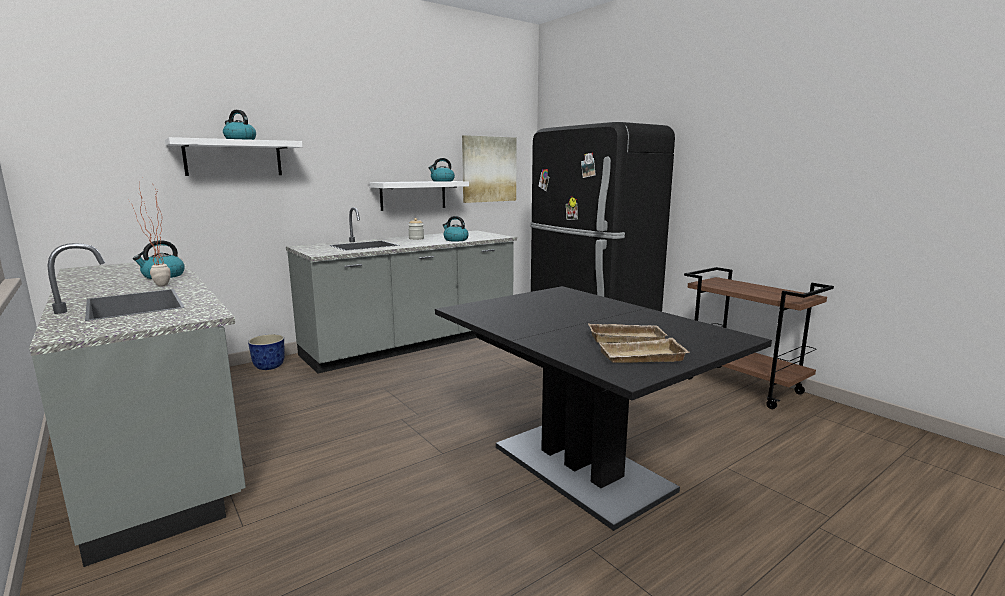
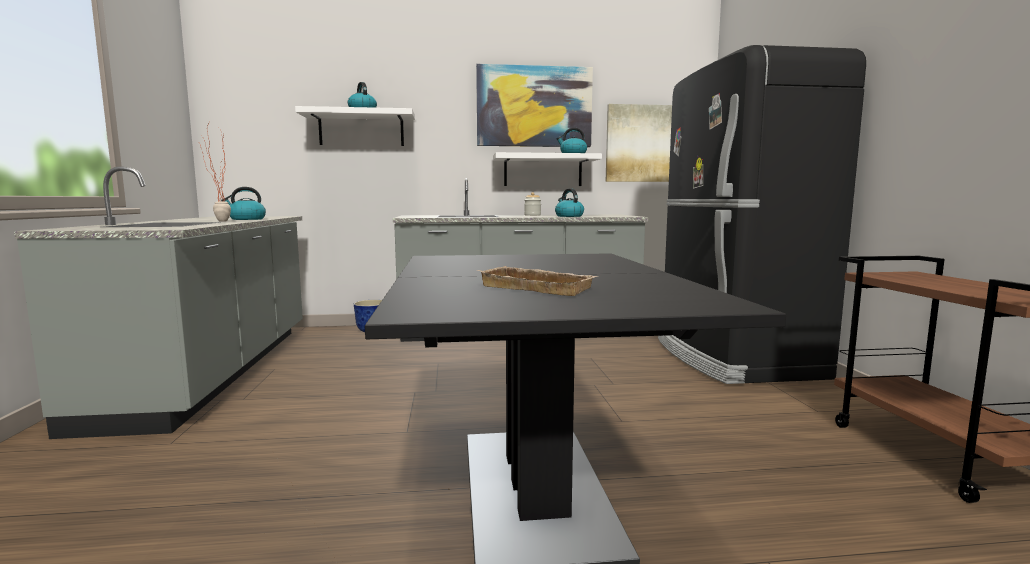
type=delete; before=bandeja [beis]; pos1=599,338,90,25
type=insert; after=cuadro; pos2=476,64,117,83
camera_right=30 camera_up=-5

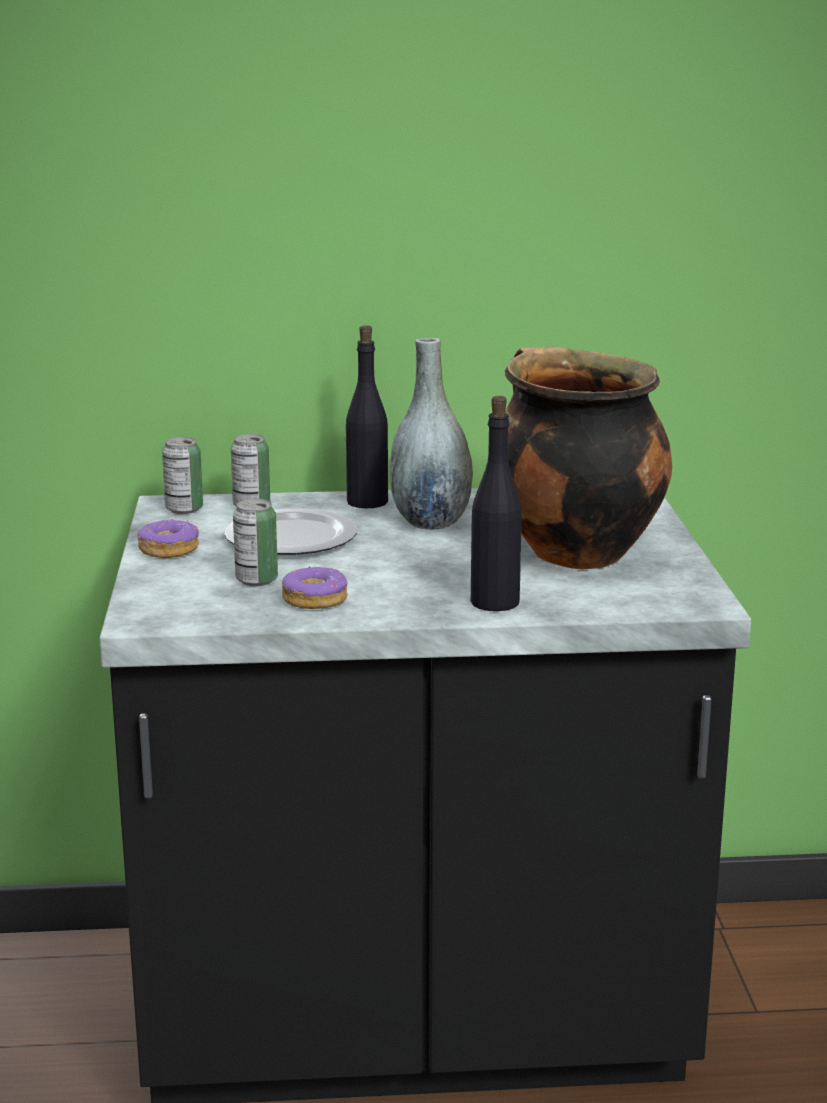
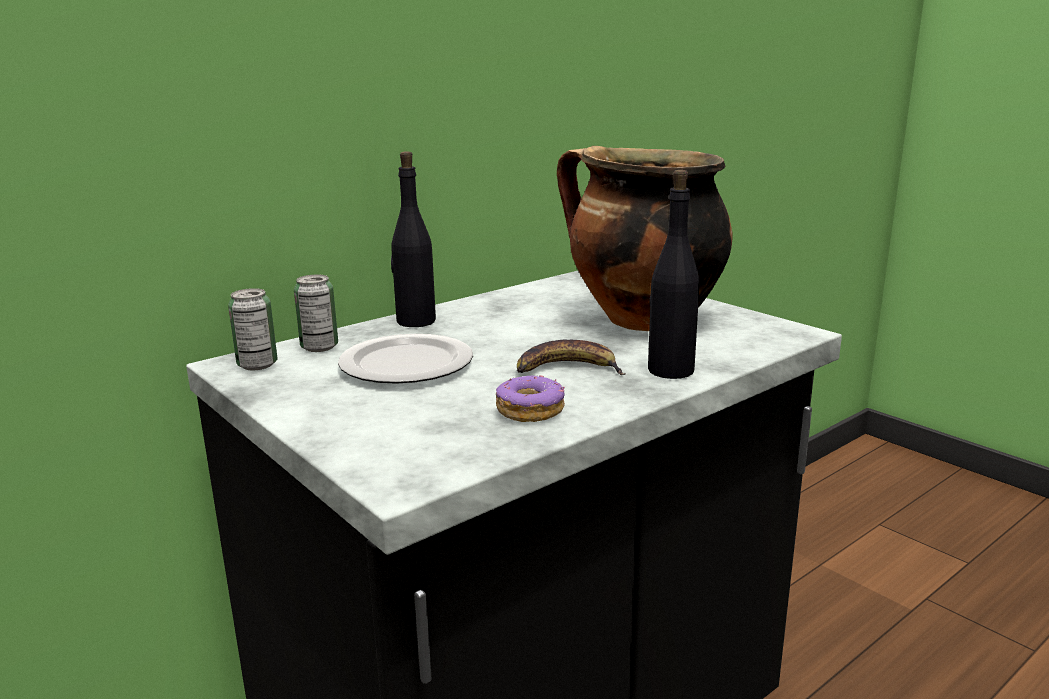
type=delete; before=rosquilla; pos1=137,519,62,39
type=delete; before=lata; pos1=233,499,45,87
type=delete; before=florero [gris]; pos1=390,338,83,192
type=insert; after=plátano; pos2=517,340,109,35
camera_right=-35 camera_up=0

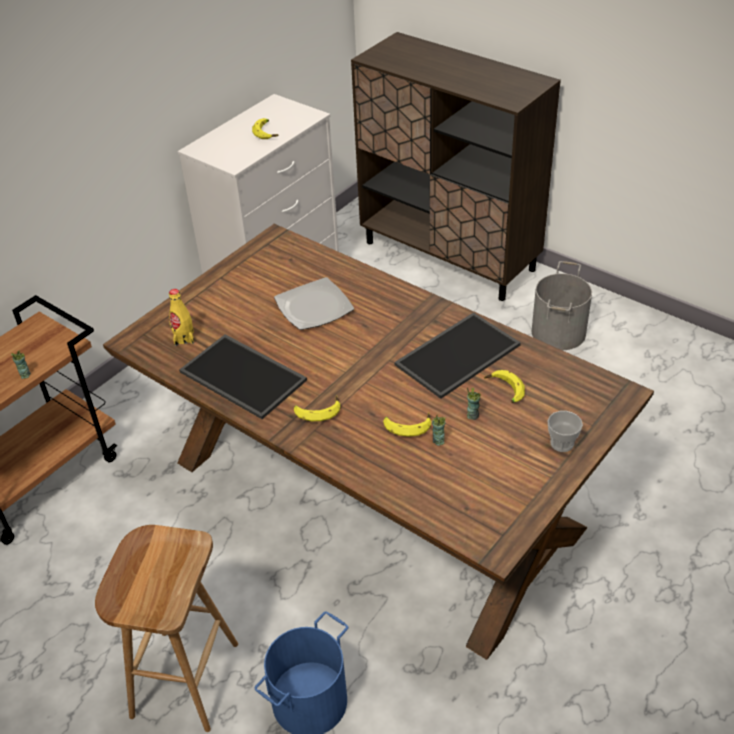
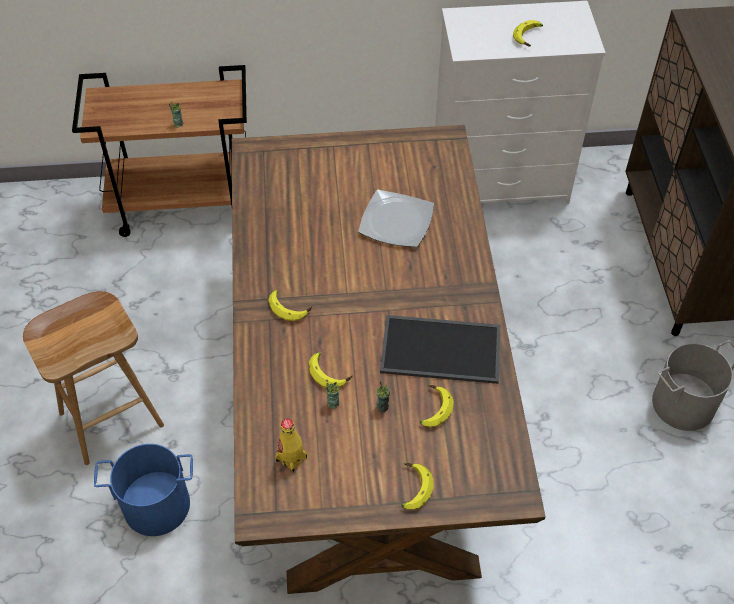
type=delete; before=bandeja; pos1=179,334,128,85
type=move; before=botella [amarillo]; pos1=169,289,25,57; pos2=275,419,32,54
type=replace; before=taza; after=plátano; pos1=548,411,35,41; pos2=401,463,32,47
camera_right=45 camera_up=10

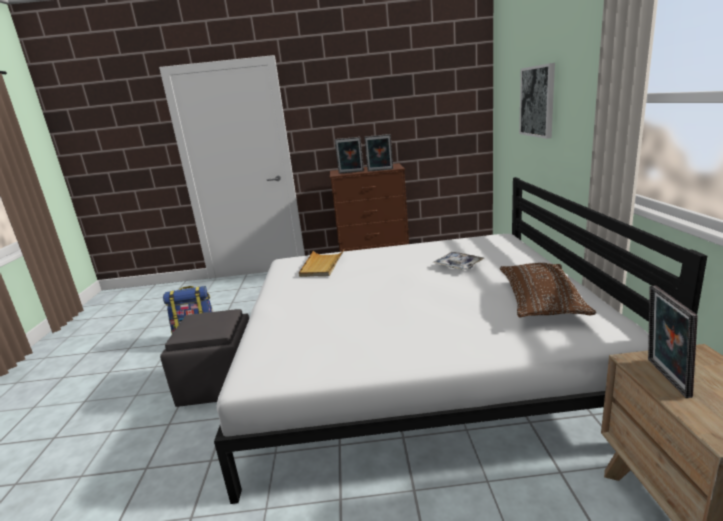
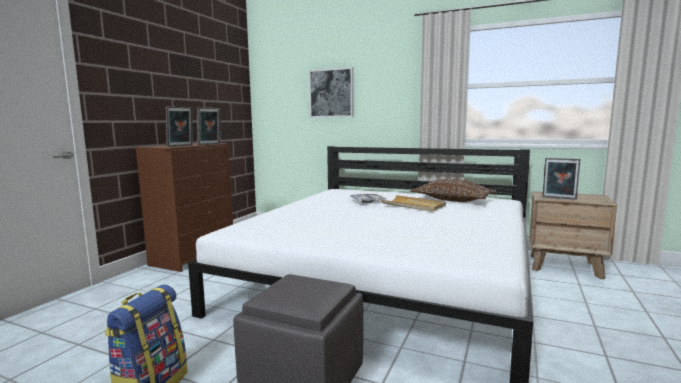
type=move; before=bandeja [beis]; pos1=299,250,45,27; pos2=381,195,65,17
camera_right=-65 camera_up=-10

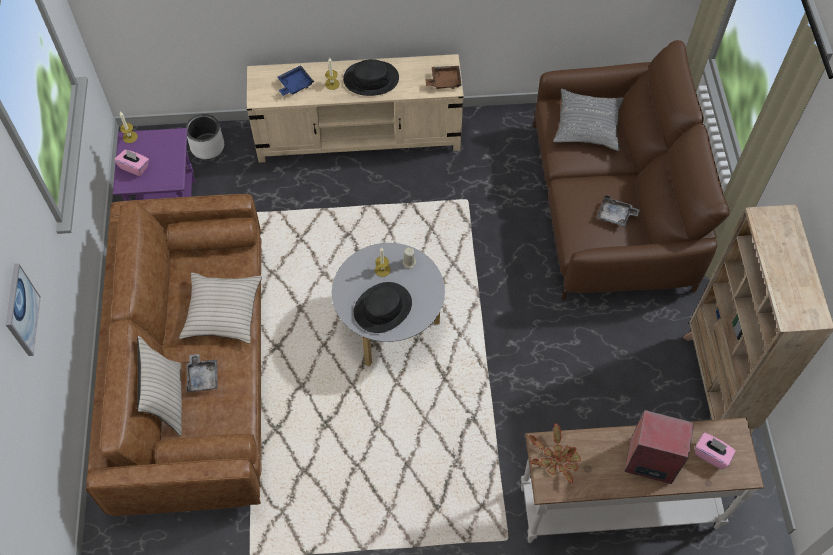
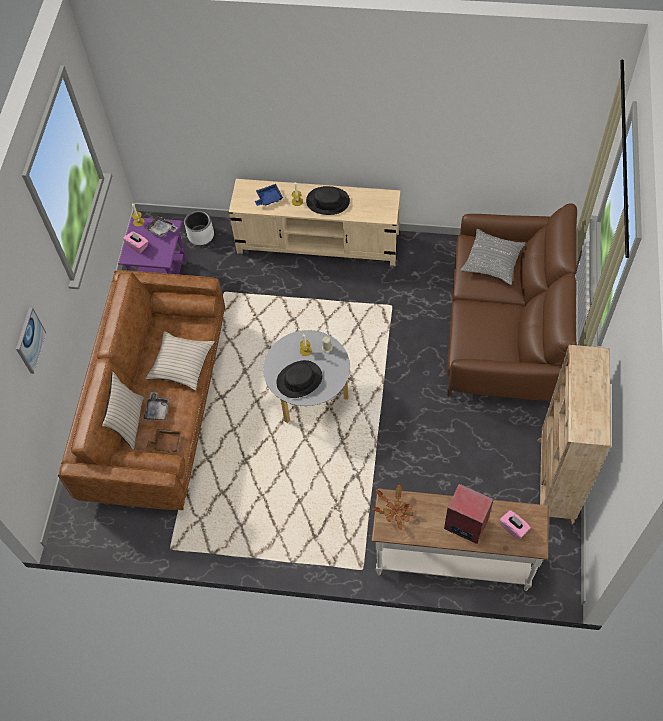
type=move; before=bandeja [marrón]; pos1=425,66,37,23; pos2=147,429,34,24
type=move; before=bandeja [gris]; pos1=597,195,43,31; pos2=145,214,33,24
camera_right=15 camera_up=0

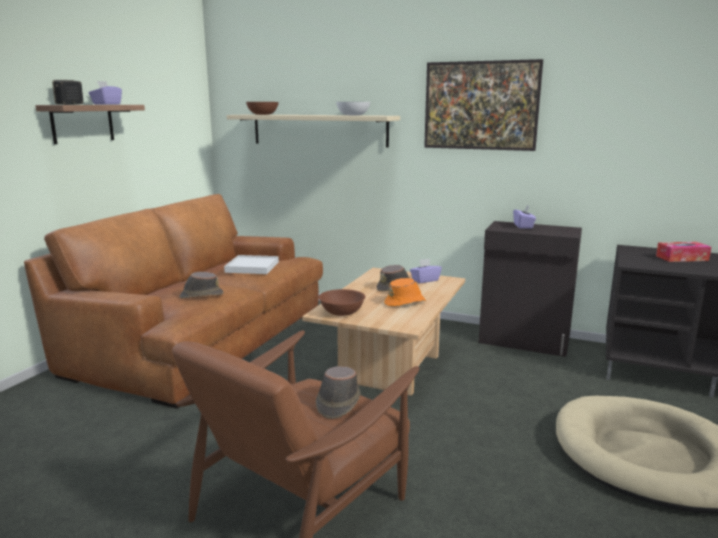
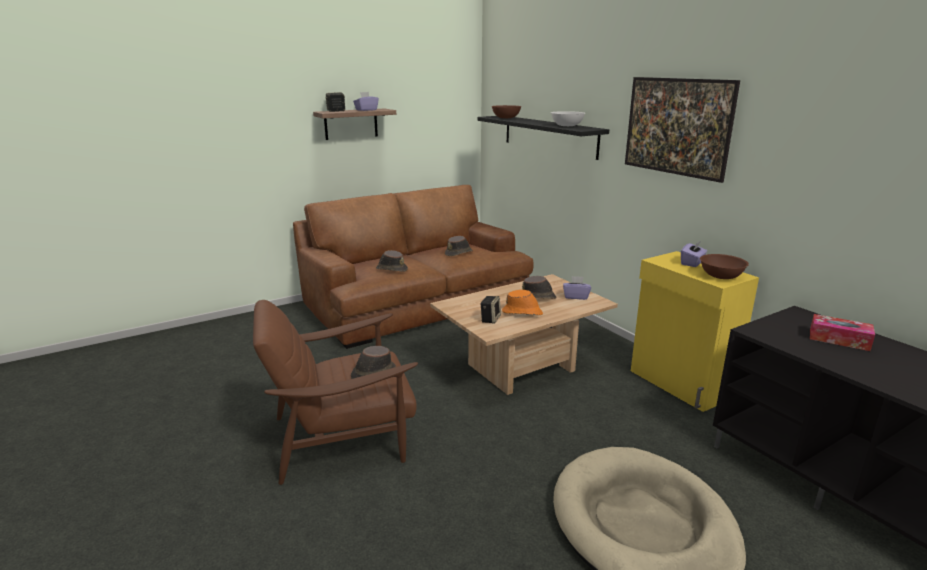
type=insert; after=altavoz; pos2=480,296,21,28
type=move; before=cuenco [marrón]; pos1=319,289,46,27; pos2=700,254,49,25
type=replace; before=bandeja [blanco]; after=sombrero [marrón]; pos1=224,255,55,19; pos2=445,236,28,20
type=recolor; before=estante [beis]; after=estante [negro]; pos1=227,114,173,34; pos2=478,116,131,44
type=recolor; before=armario [negro]; after=armario [amarillo]; pos1=478,221,104,136; pos2=631,251,128,161
camera_right=35 camera_up=5

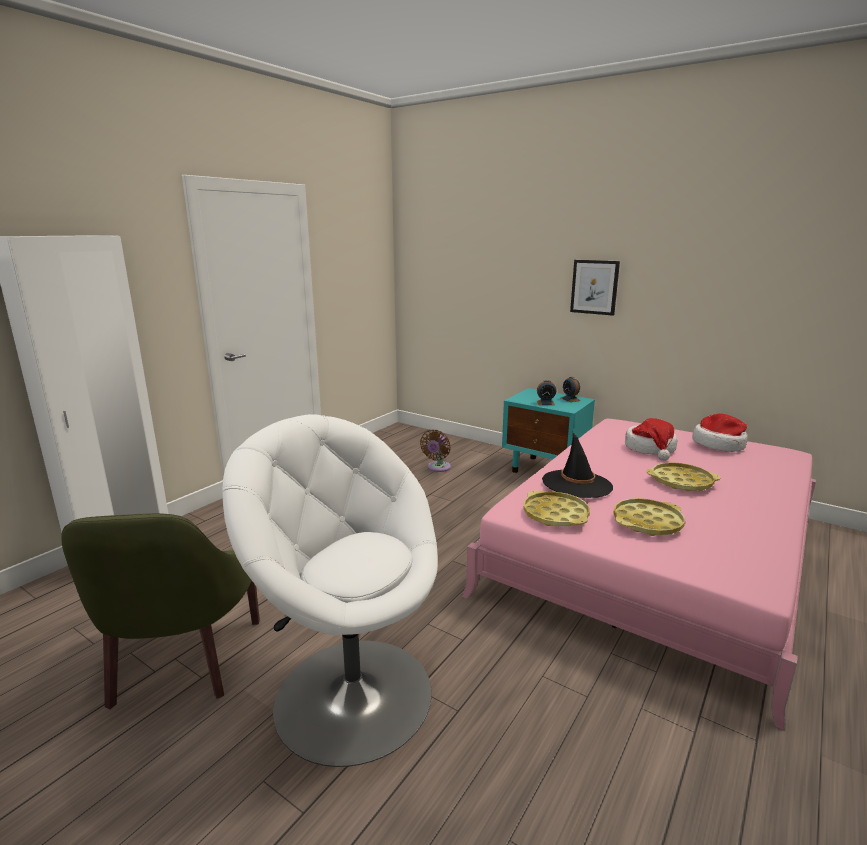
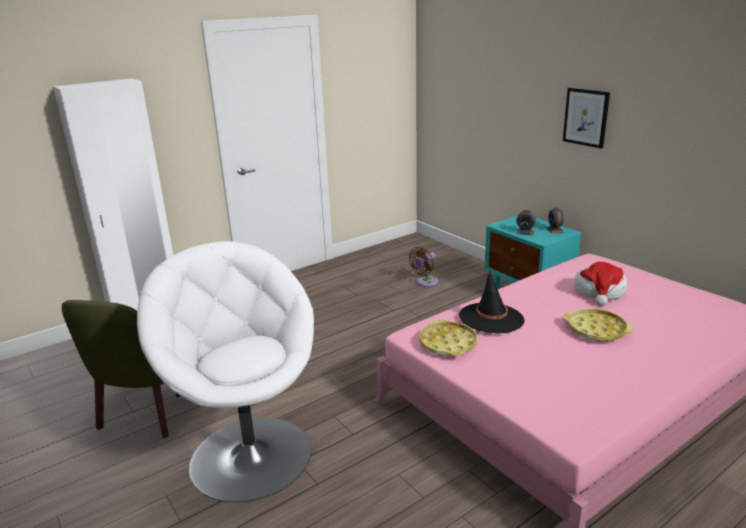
type=delete; before=bandeja [amarillo]; pos1=613,498,72,38
type=delete; before=sombrero; pos1=692,414,56,38
camera_right=20 camera_up=5

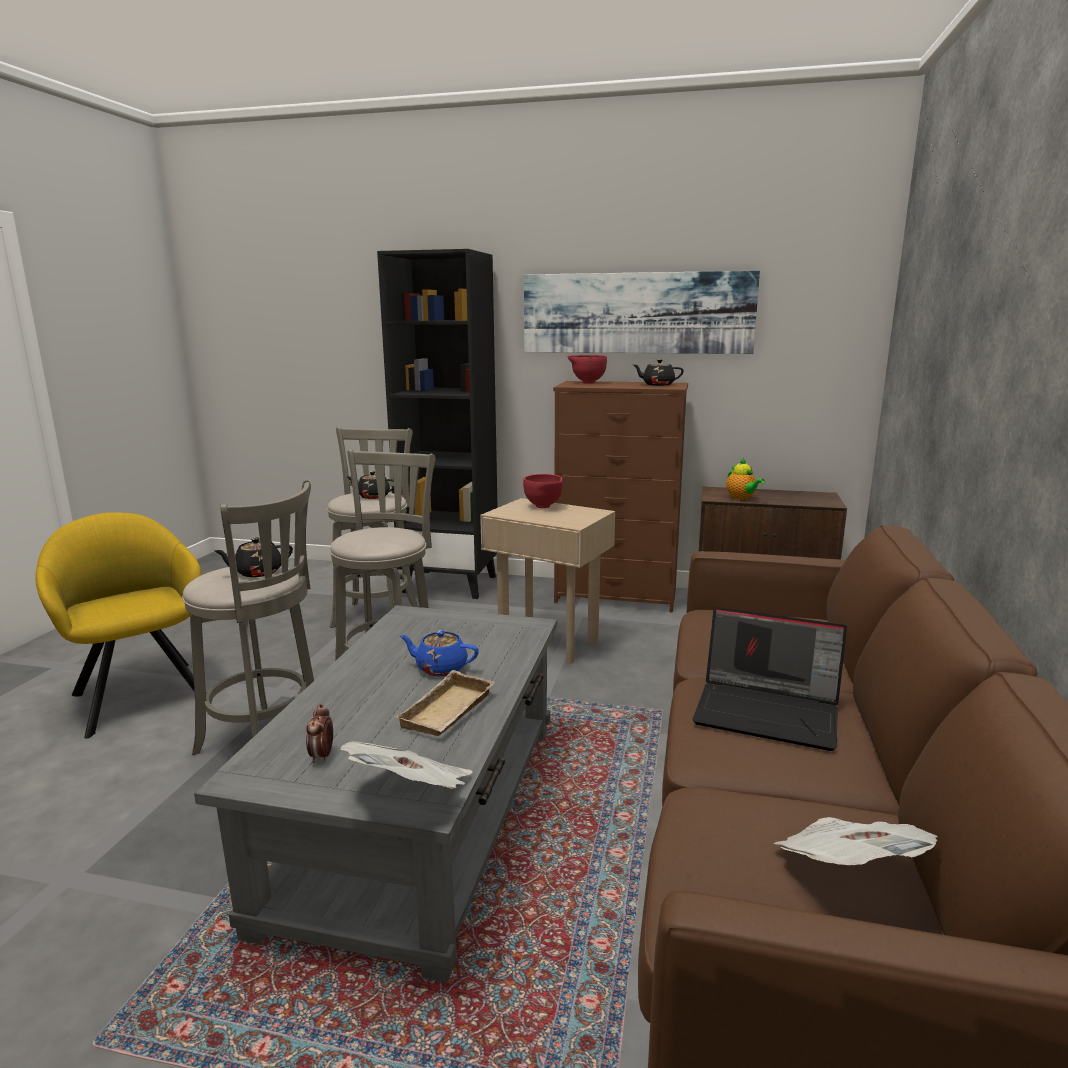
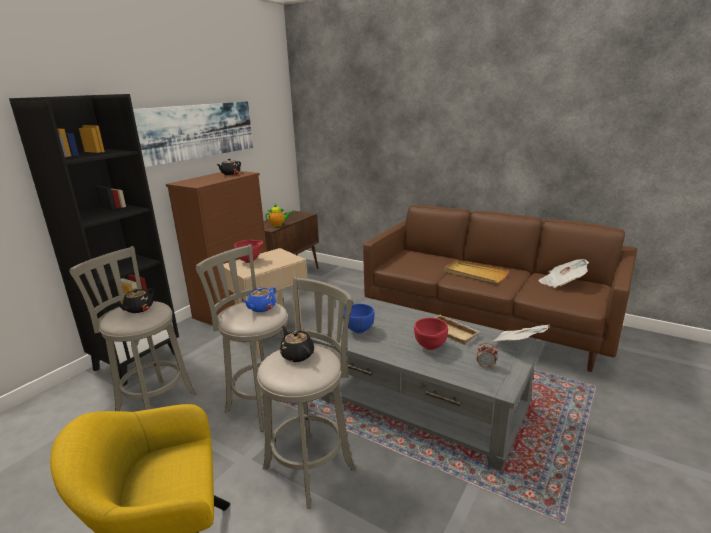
type=insert; after=cuenco [azul]; pos2=343,304,32,30
type=move; before=tetera [azul]; pos1=399,630,80,46; pos2=243,287,33,25
type=move; before=cuenco [rojo]; pos1=568,355,39,28; pos2=414,318,34,32
type=replace; before=portátil; after=bandeja [beis]; pos1=693,607,154,144; pos2=444,260,65,23
type=rotate; before=tetera [negro]; pos1=214,538,79,39; pos2=280,326,34,36; turn=150
camera_right=-70 camera_up=5

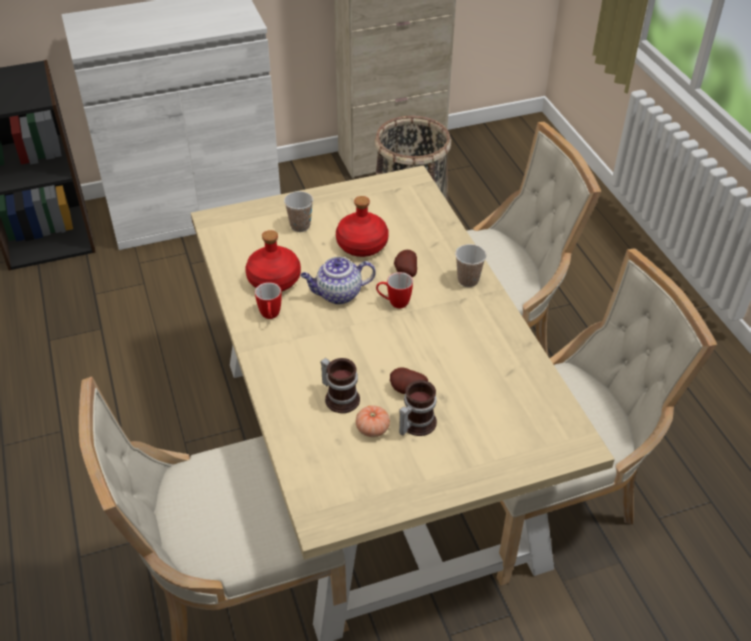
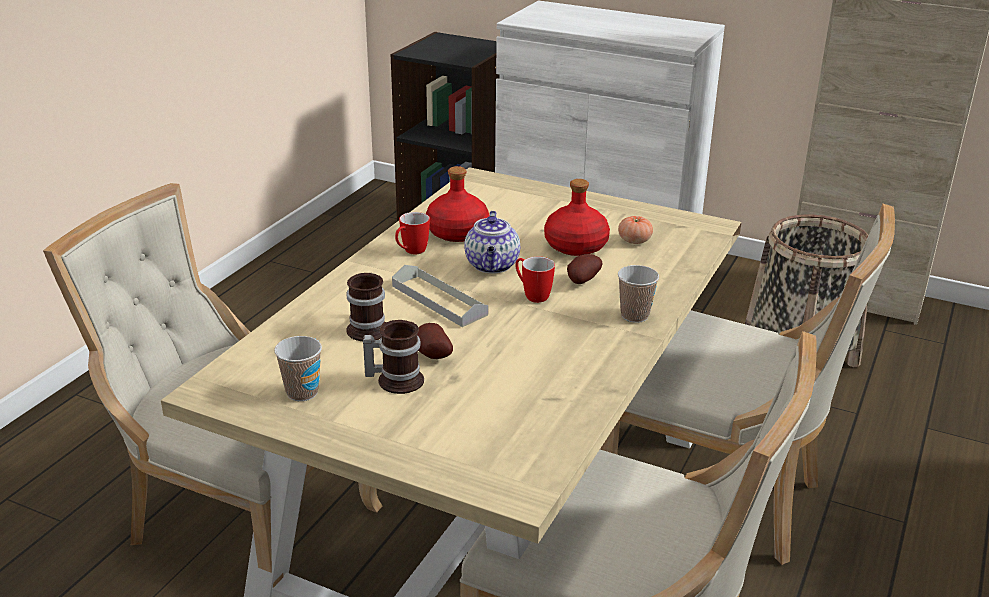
type=insert; after=bandeja [gris]; pos2=392,265,96,62
type=move; before=taza; pos1=284,191,29,41; pos2=274,336,48,65
type=move; before=tomate; pos1=356,405,34,32; pos2=618,216,35,28
type=rotate; before=tetera; pos1=300,257,76,48; pos2=464,211,56,63; turn=-120
camera_right=45 camera_up=-15

